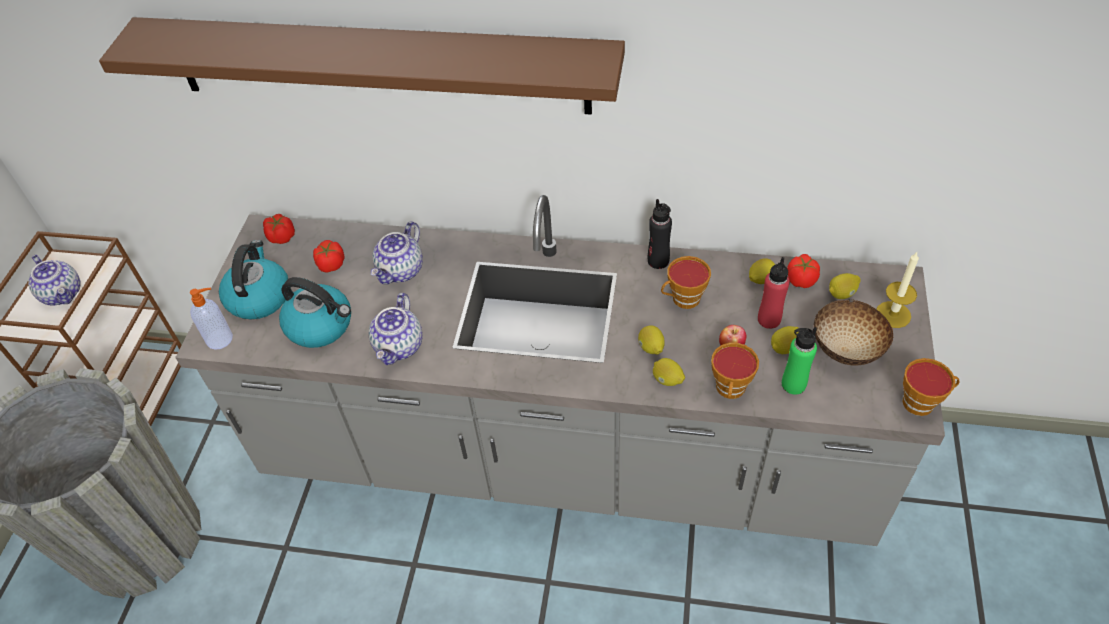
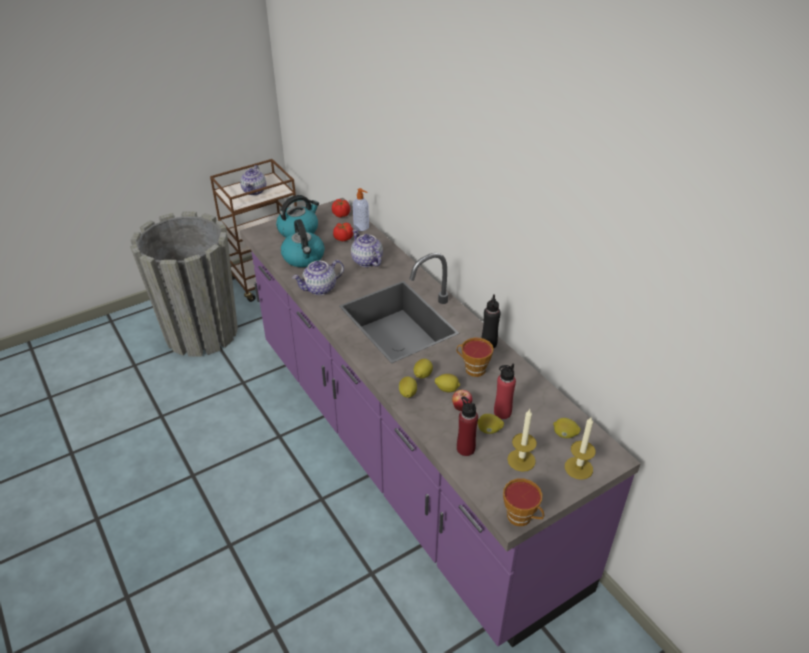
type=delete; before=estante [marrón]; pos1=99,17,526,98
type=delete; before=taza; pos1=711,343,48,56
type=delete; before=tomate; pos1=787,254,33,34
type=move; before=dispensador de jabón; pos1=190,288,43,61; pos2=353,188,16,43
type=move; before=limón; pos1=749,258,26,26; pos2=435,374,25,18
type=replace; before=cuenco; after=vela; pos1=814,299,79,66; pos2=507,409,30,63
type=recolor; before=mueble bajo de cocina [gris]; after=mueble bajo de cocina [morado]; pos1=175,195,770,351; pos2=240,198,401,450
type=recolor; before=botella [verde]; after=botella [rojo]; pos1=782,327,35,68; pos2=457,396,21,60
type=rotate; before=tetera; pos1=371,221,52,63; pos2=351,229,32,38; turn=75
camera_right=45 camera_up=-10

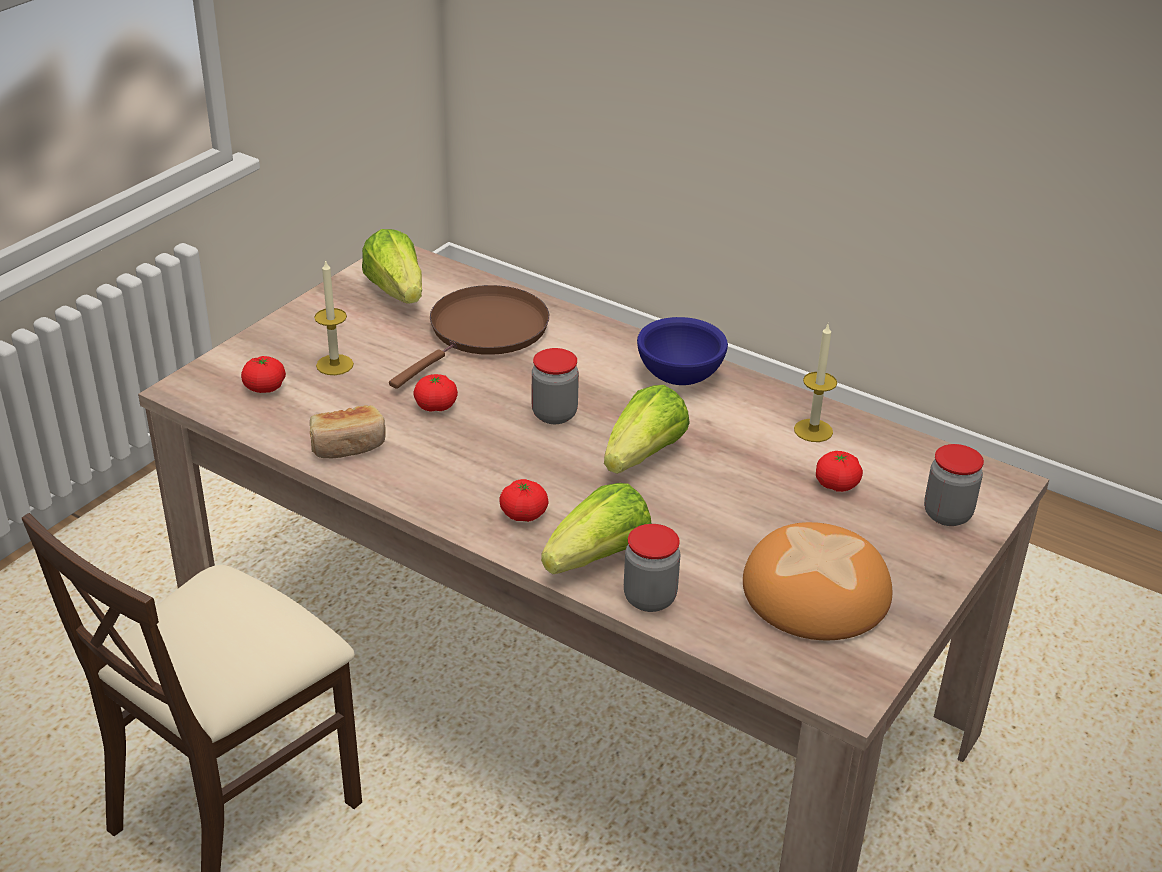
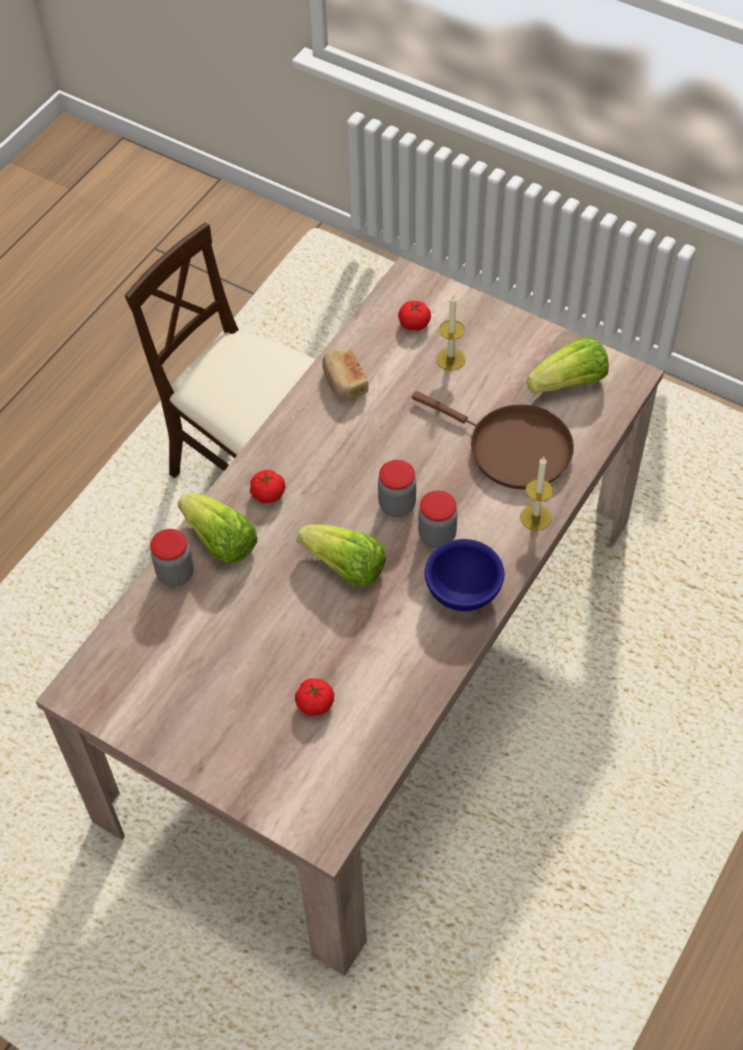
type=delete; before=tomate; pos1=413,374,45,38
type=delete; before=pan; pos1=743,522,149,118
type=move; before=vela; pos1=794,324,43,118; pos2=520,457,33,74
type=move; before=tarro; pos1=924,444,60,82; pos2=418,491,39,57
camera_right=90 camera_up=20

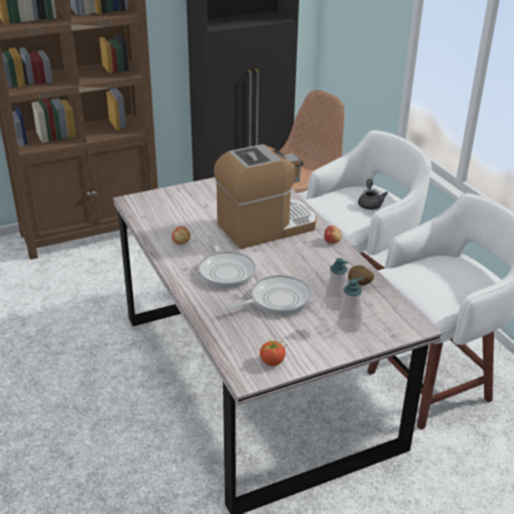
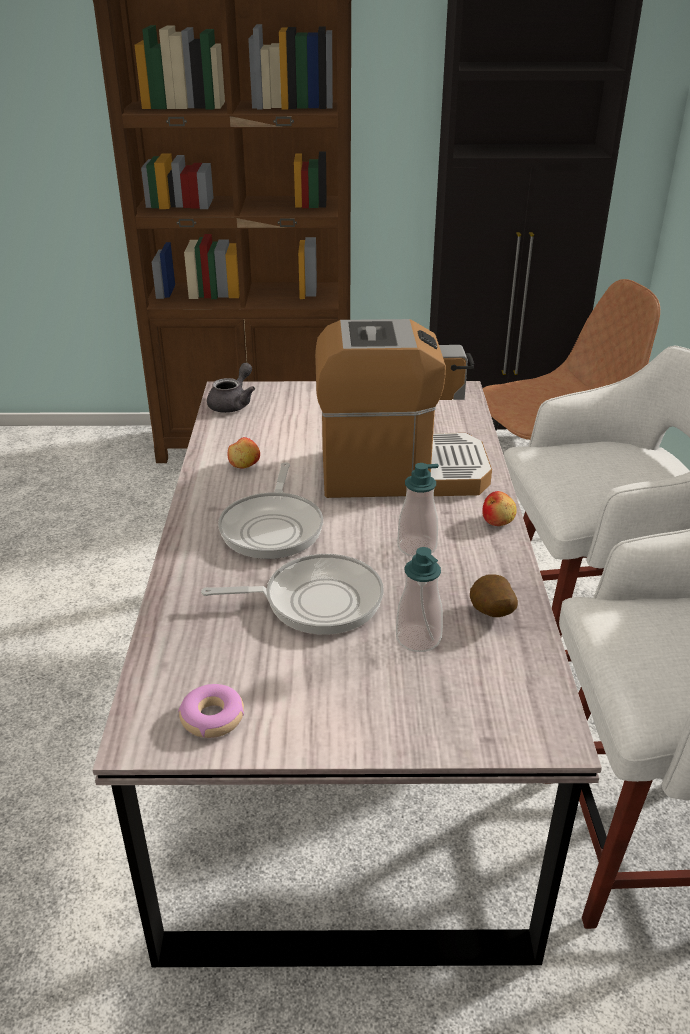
type=move; before=dispensador de jabón; pos1=338,277,24,55; pos2=397,463,42,94
type=move; before=tetera [gris]; pos1=358,179,30,31; pos2=207,363,48,50
type=replace; before=tomate; after=rosquilla; pos1=259,339,26,27; pos2=178,684,66,54
camera_right=25 camera_up=0

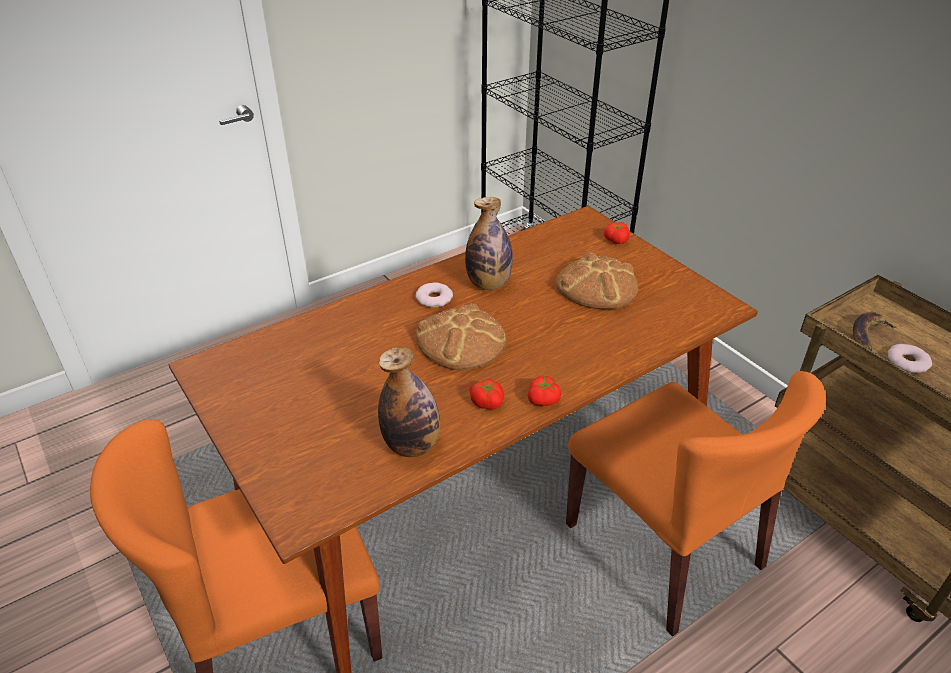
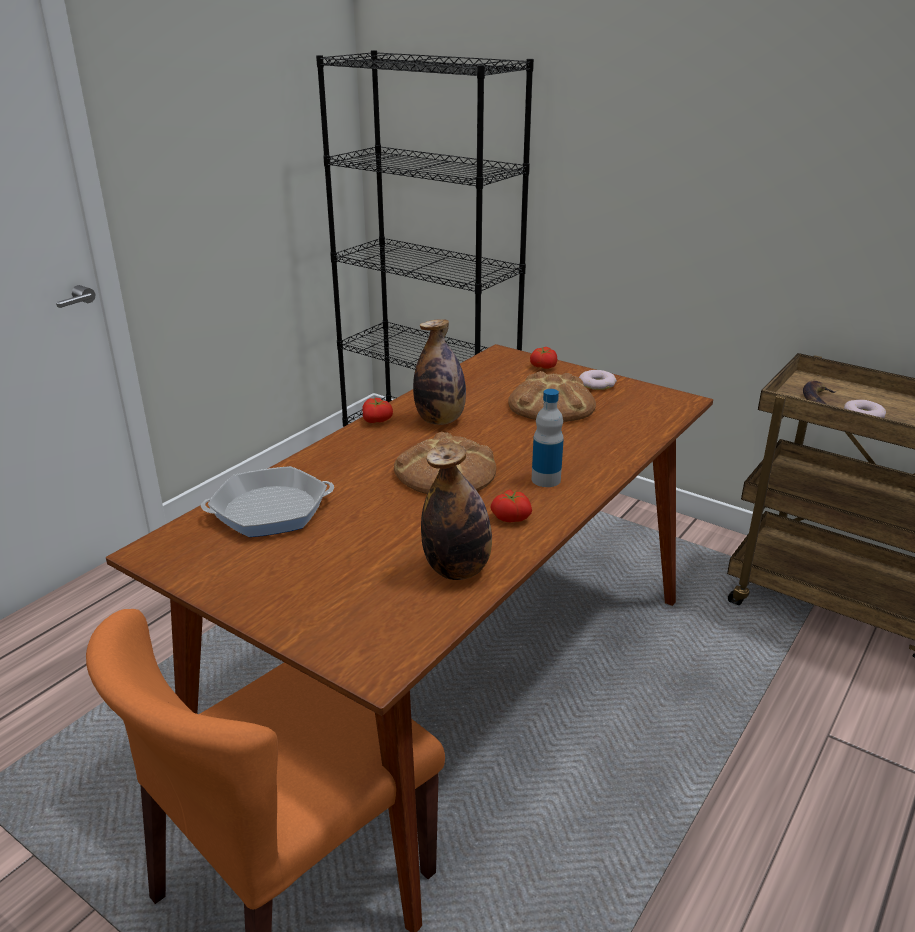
type=delete; before=silla [naranja]; pos1=566,371,260,266
type=insert; after=sartén; pos2=201,466,133,71
type=insert; after=botella; pos2=532,389,32,98
type=move; before=rosquilla; pos1=415,282,38,26; pos2=579,370,38,20
type=move; before=tomate; pos1=528,376,33,30; pos2=362,398,31,25
camera_right=-20 camera_up=-10

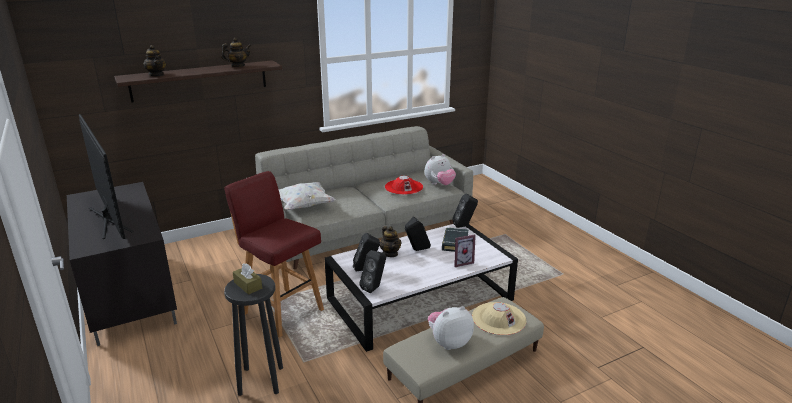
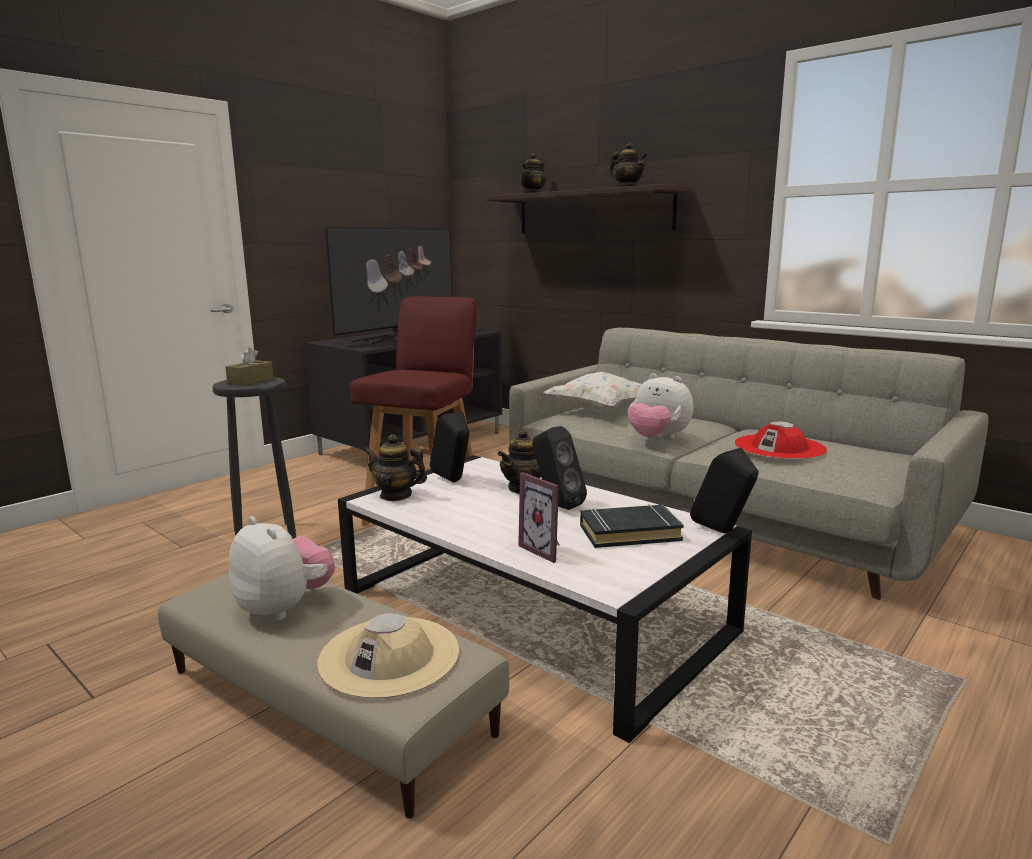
type=move; before=peluche; pos1=425,154,31,31; pos2=628,373,65,67
type=replace; before=altavoz [negro]; after=tetera; pos1=359,250,27,43; pos2=364,434,63,67
camera_right=70 camera_up=-10

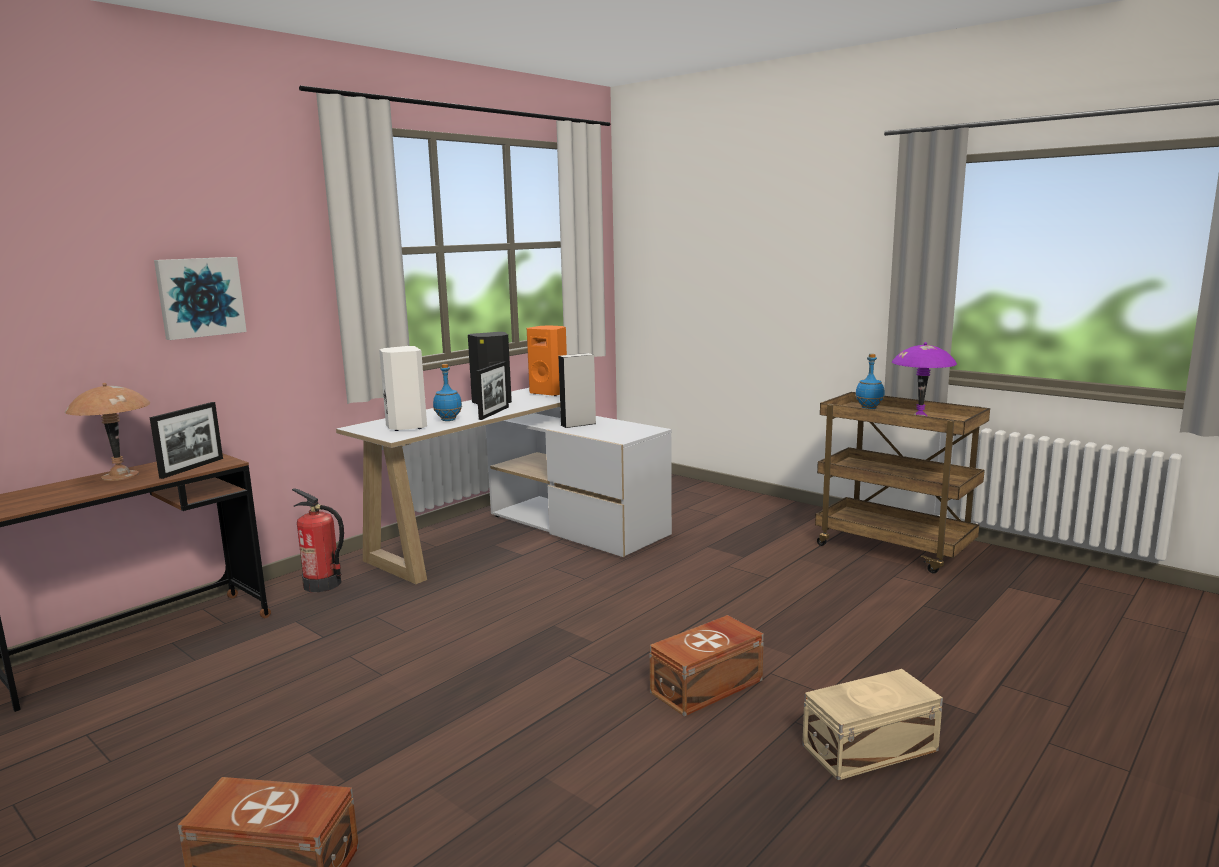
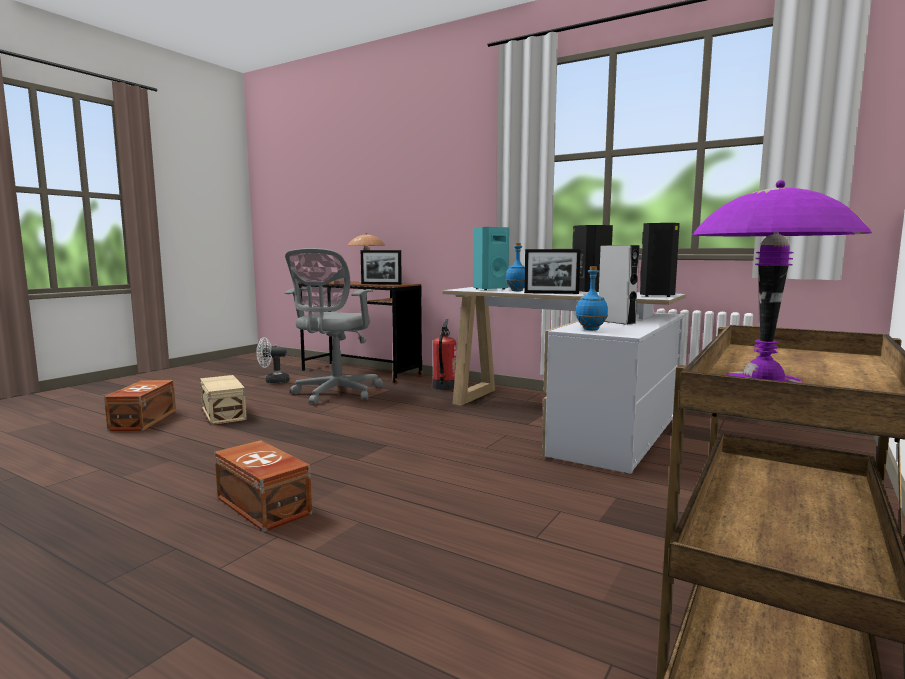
type=delete; before=cuadro; pos1=154,257,93,83
type=insert; after=ventilador [blanco]; pos2=256,337,33,46
type=insert; after=silla de oficina [gris]; pos2=284,248,99,157
type=move; before=caja de almacenaje [beis]; pos1=802,669,141,111; pos2=200,375,47,50
type=move; before=botella [azul]; pos1=855,354,30,55; pos2=575,266,33,64
type=recolor; before=altavoz [blanco]; after=altavoz [turquesa]; pos1=379,346,48,85; pos2=473,227,36,63
type=recolor; before=altavoz [naranja]; after=altavoz [negro]; pos1=527,325,40,71; pos2=640,223,40,74
camera_right=80 camera_up=-5

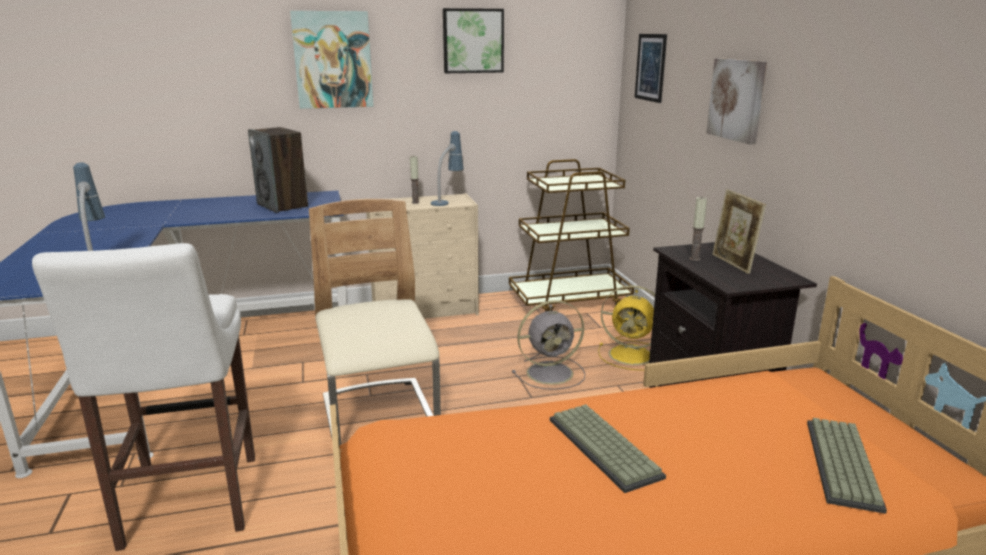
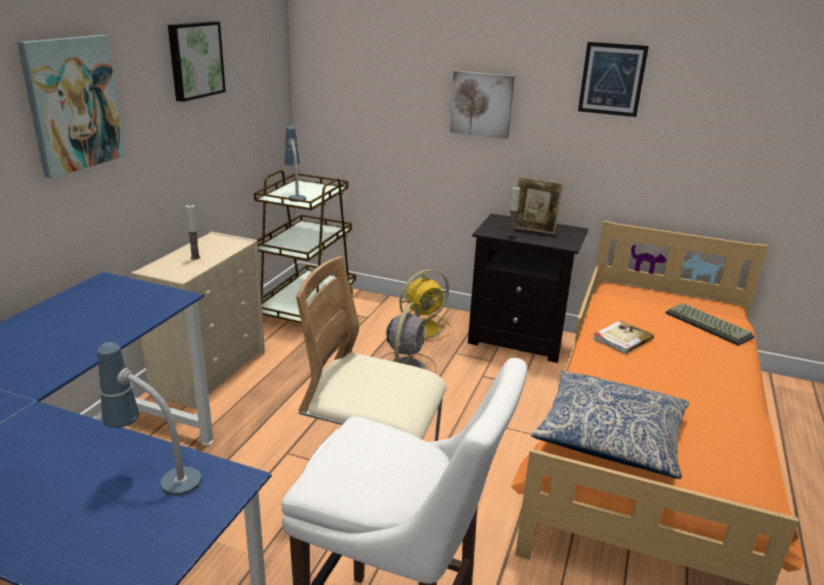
type=delete; before=altavoz; pos1=248,127,60,86
type=delete; before=teclado; pos1=550,404,116,89
type=insert; after=cojín; pos2=531,371,158,108
type=insert; after=libro; pos2=593,320,61,34
type=move; before=lámpara de mesa; pos1=431,131,33,75; pos2=284,126,22,76
type=move; before=cuadro; pos1=635,34,32,69; pos2=578,42,71,75
camera_right=-55 camera_up=5

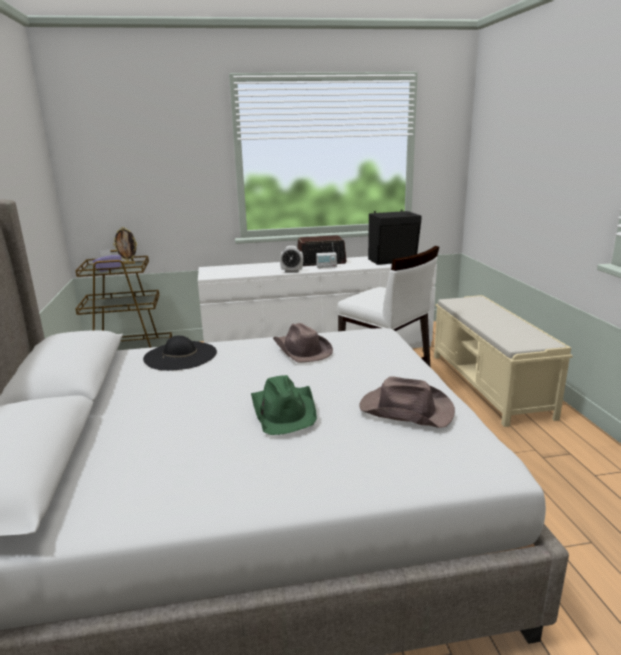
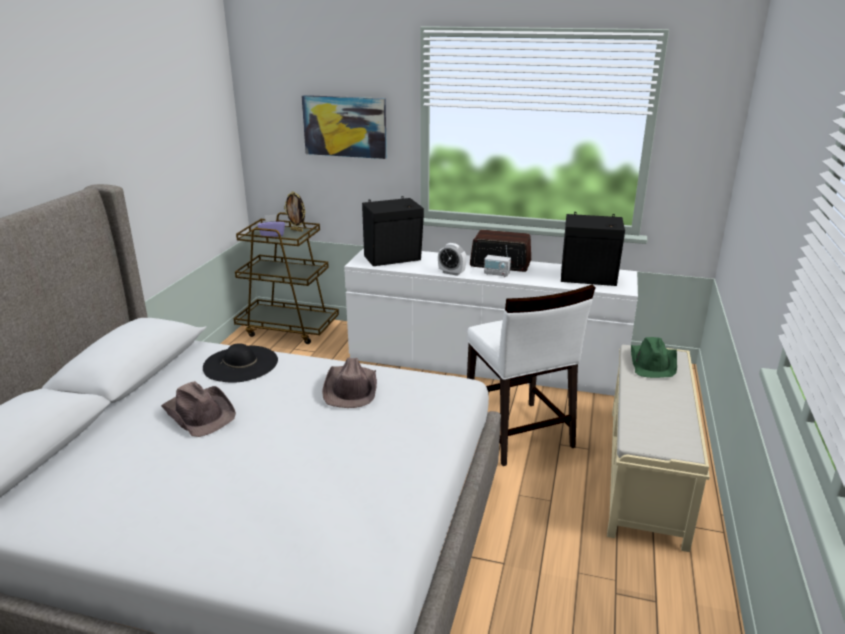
type=insert; after=cuadro; pos2=301,95,86,64
type=insert; after=altavoz [negro]; pos2=362,196,62,70
type=move; before=sombrero [verde]; pos1=251,375,66,60; pos2=631,337,46,41
type=move; before=sombrero [marrón]; pos1=359,376,96,52; pos2=161,381,75,56
camera_right=25 camera_up=5

